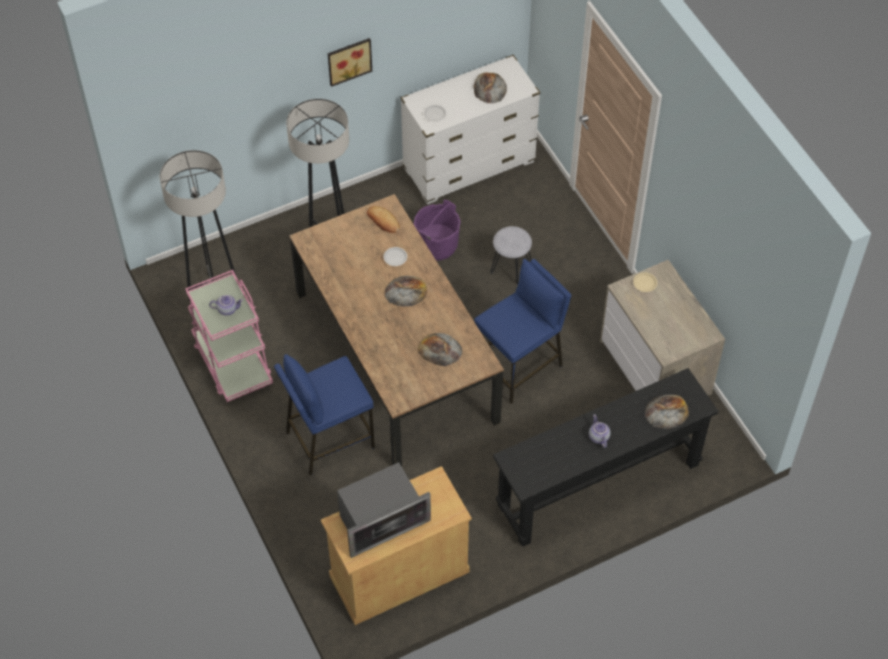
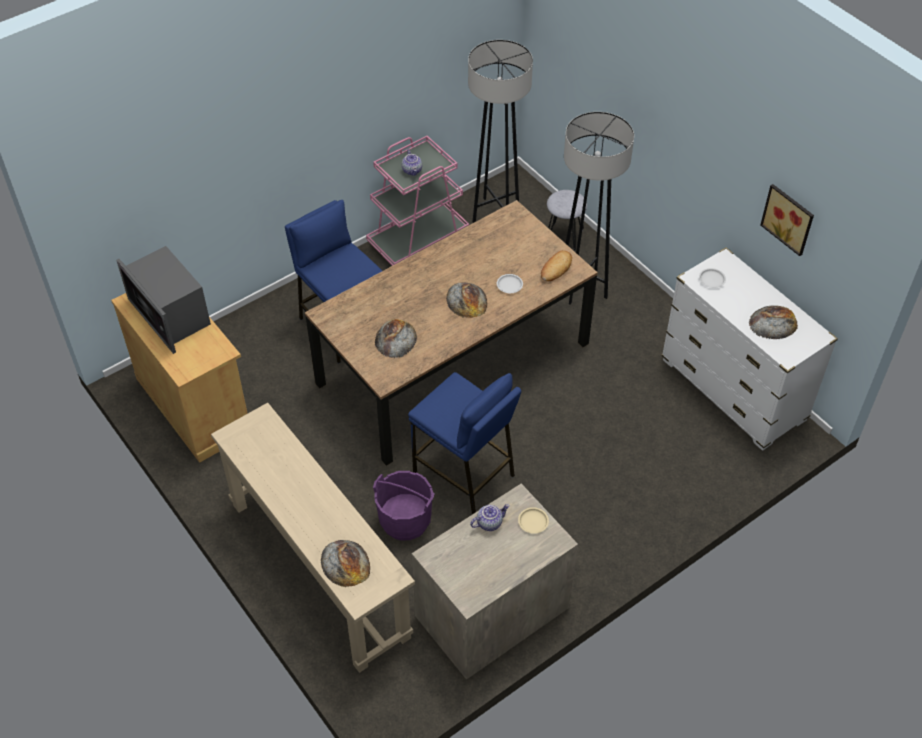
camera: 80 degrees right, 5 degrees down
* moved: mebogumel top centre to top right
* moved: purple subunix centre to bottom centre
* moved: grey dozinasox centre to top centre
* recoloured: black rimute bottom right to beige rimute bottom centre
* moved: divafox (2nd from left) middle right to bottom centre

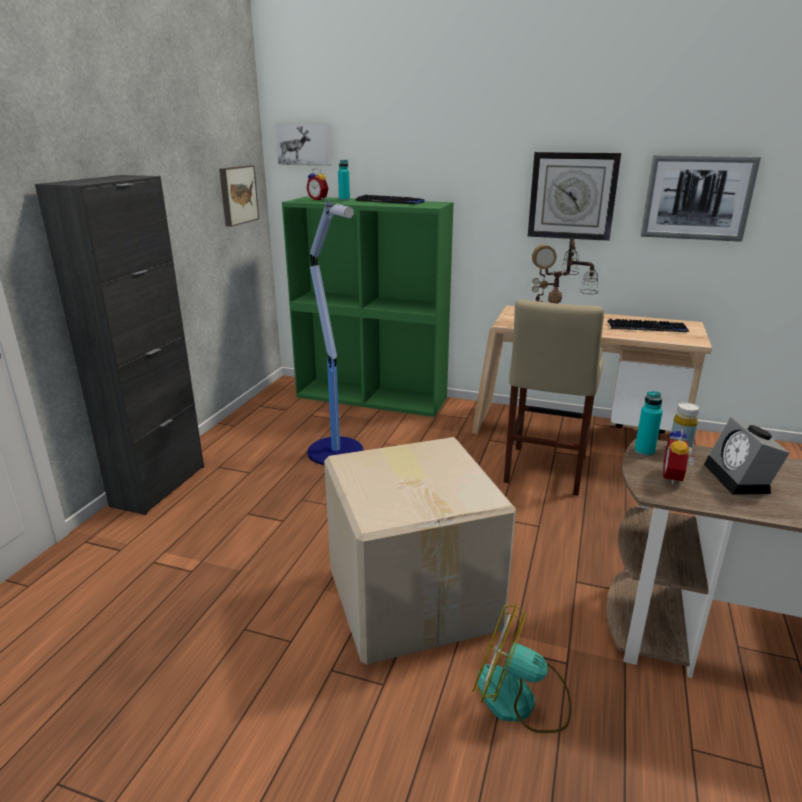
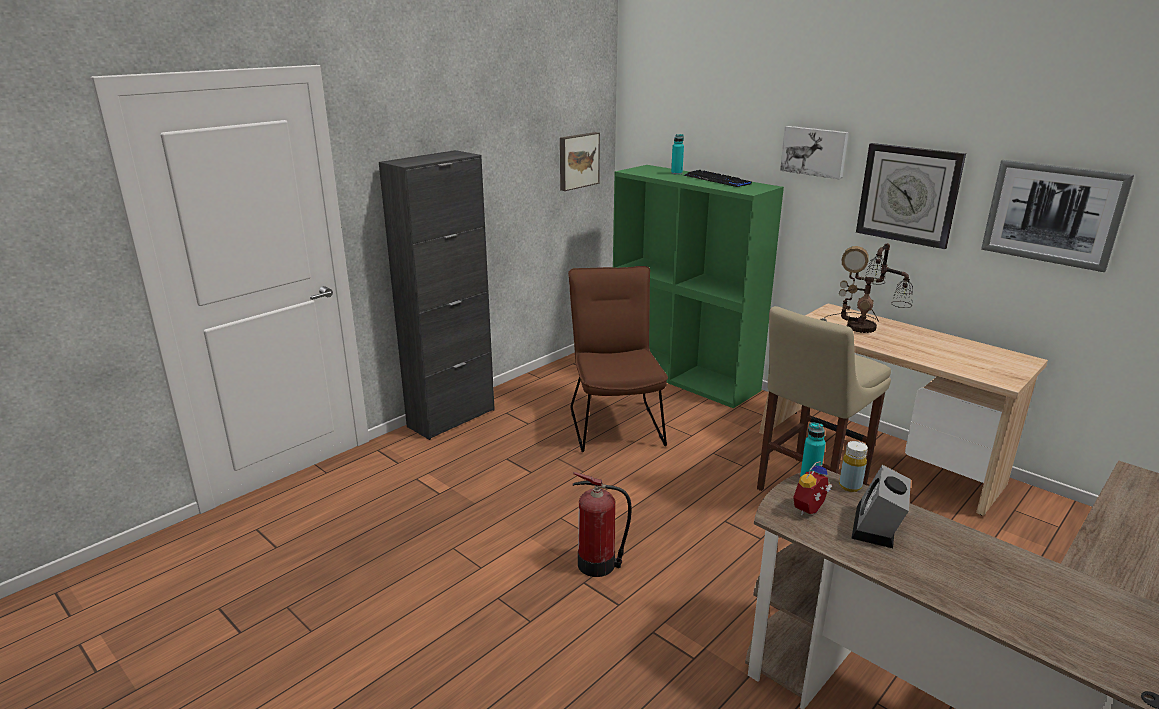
camera: 25 degrees right, 0 degrees up
* moved: mebogumel (2nd from left) top centre to top right
* removed: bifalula (1st from left) top centre
* replaced: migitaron centre to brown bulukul centre
* removed: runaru (2nd from left) middle right
* replaced: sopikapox bottom centre to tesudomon bottom centre
* removed: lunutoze bottom centre

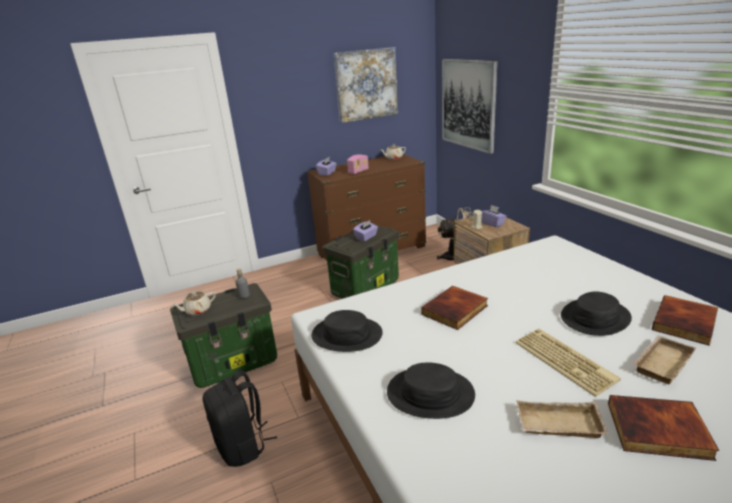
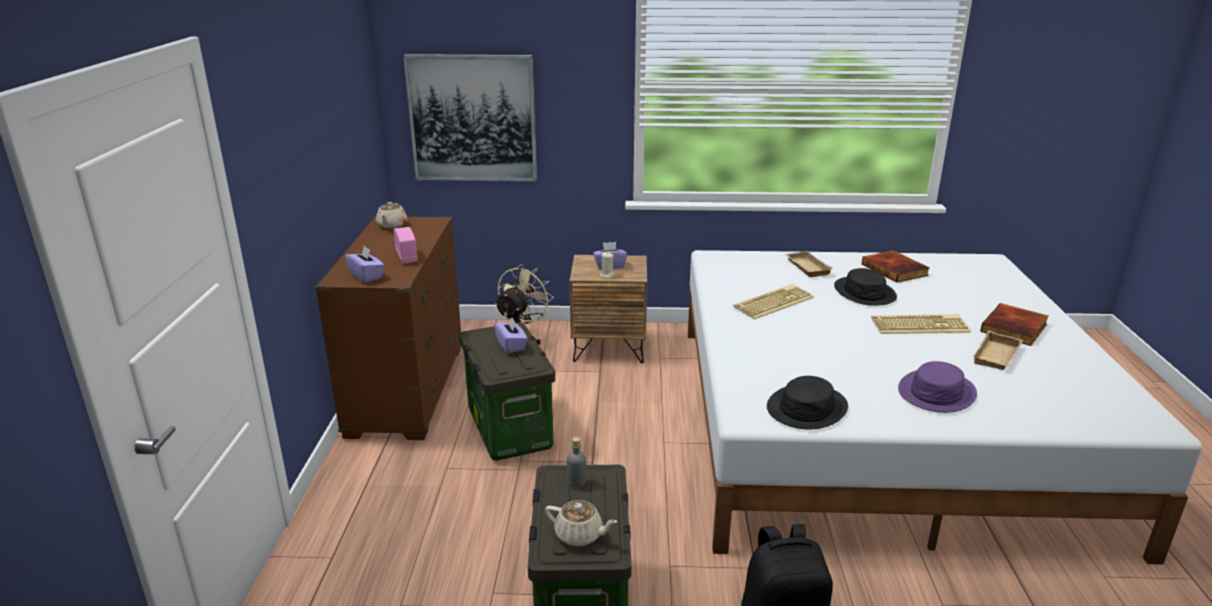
camera: 65 degrees left, 0 degrees up
* removed: mebogumel (1st from left) top centre
* removed: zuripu (1st from left) centre
* turned: beige divafox (1st from left in the first image) middle left = bottom centre 60 degrees counterclockwise
* moved: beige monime (2nd from left in the first image) bottom right to beige monime (1st from left) middle right
* recoloured: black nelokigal (2nd from left) bottom centre to purple nelokigal middle right
* added: runaru (1st from left) centre

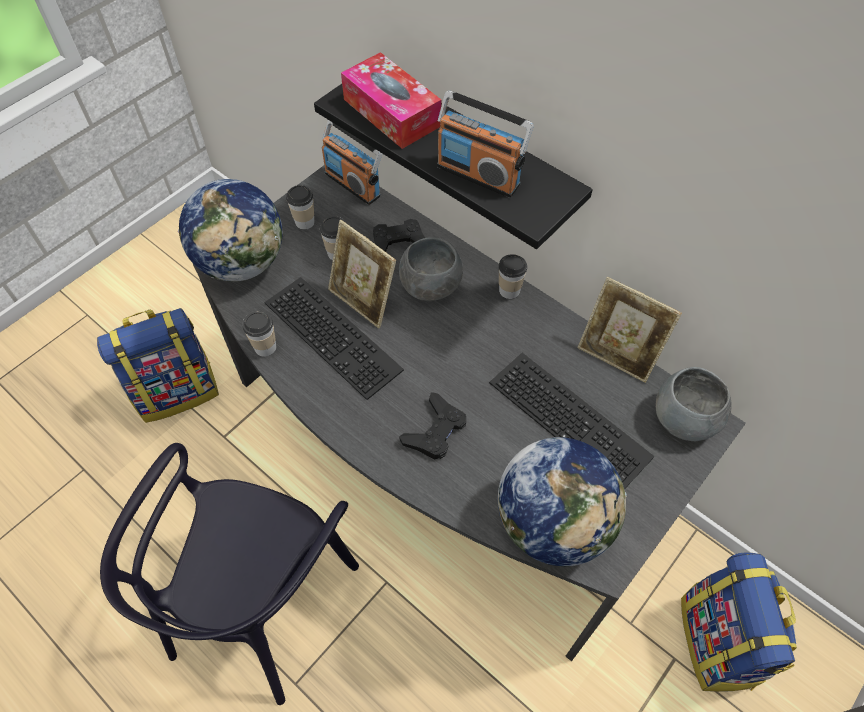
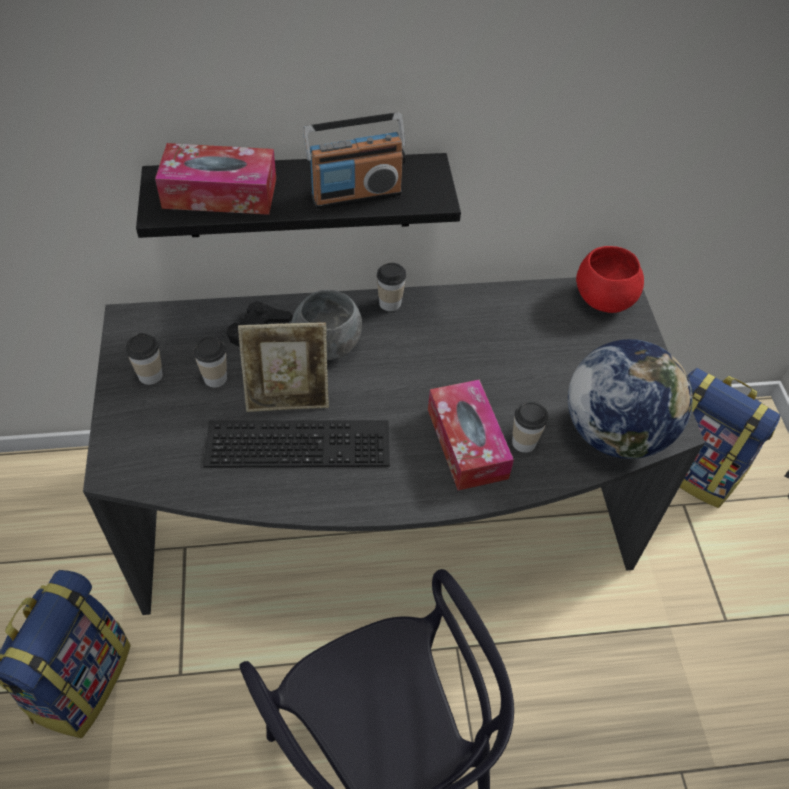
camera: 50 degrees left, 5 degrees down
* removed: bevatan (1st from left) top centre
* removed: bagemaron (1st from left) top left
* removed: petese (2nd from left) middle right
* moved: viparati (1st from left in the first image) middle left to viparati (4th from left) middle right
* removed: runaru (2nd from left) centre
* recoloured: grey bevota (2nd from left) middle right to red bevota middle right
* replaced: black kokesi (2nd from left) centre to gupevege (2nd from left) centre

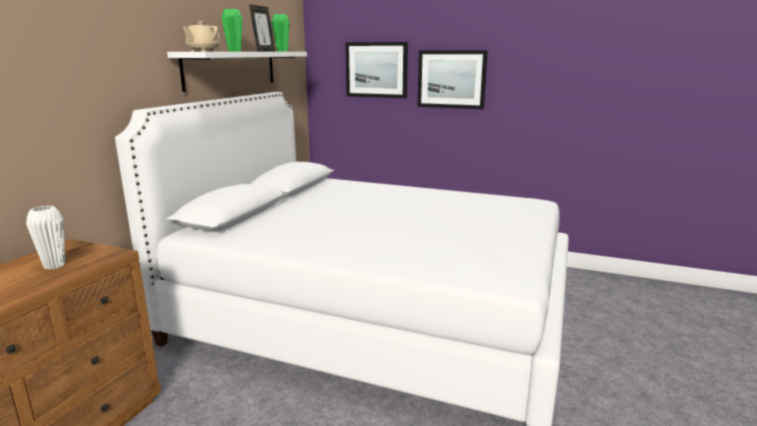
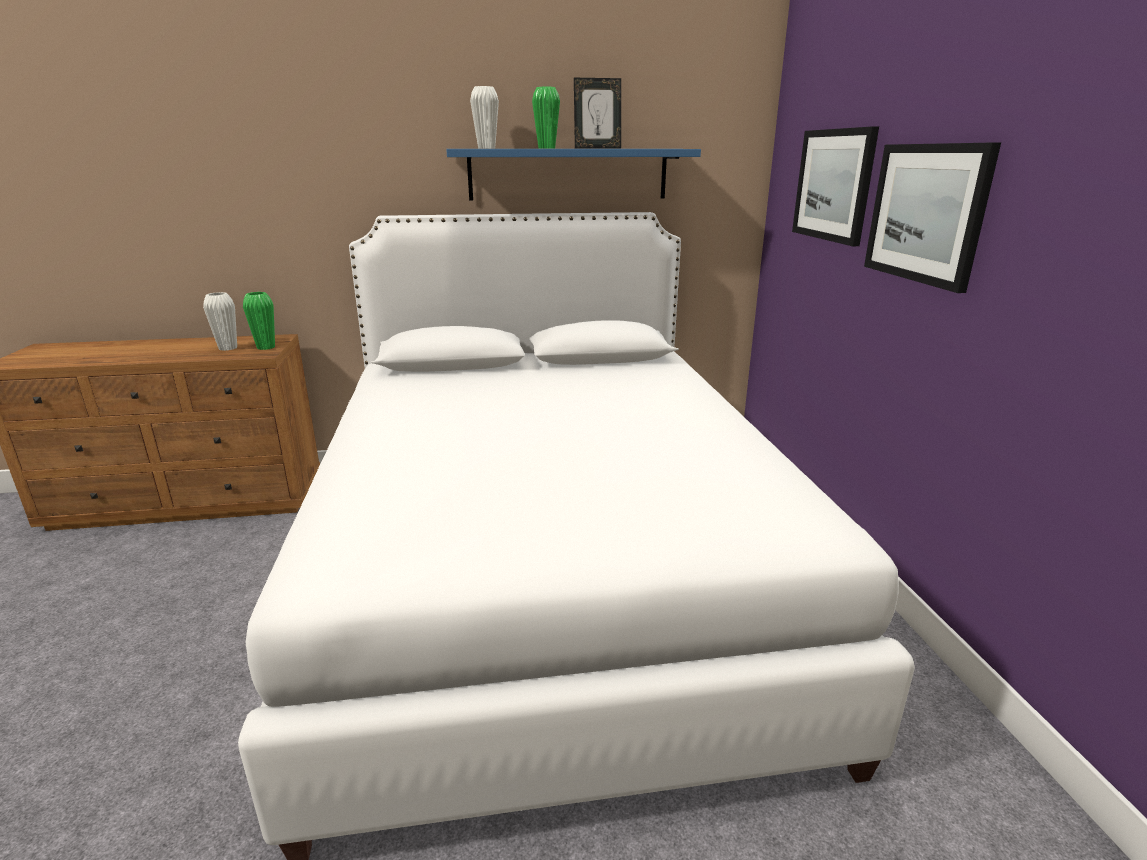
camera: 60 degrees right, 5 degrees up
* moved: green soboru (2nd from left in the first image) top centre to green soboru (1st from left) middle left
* replaced: beige divafox top left to white soboru (2nd from left) top centre
* recoloured: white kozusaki top left to blue kozusaki top centre

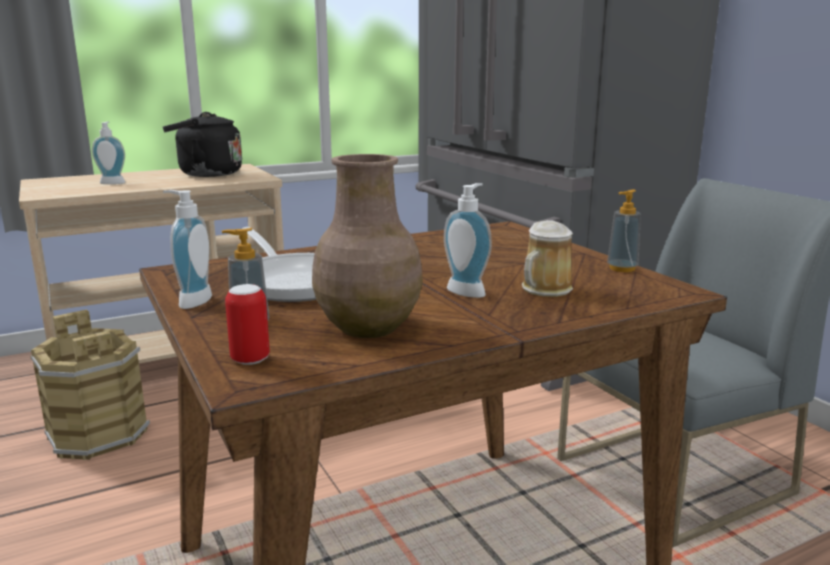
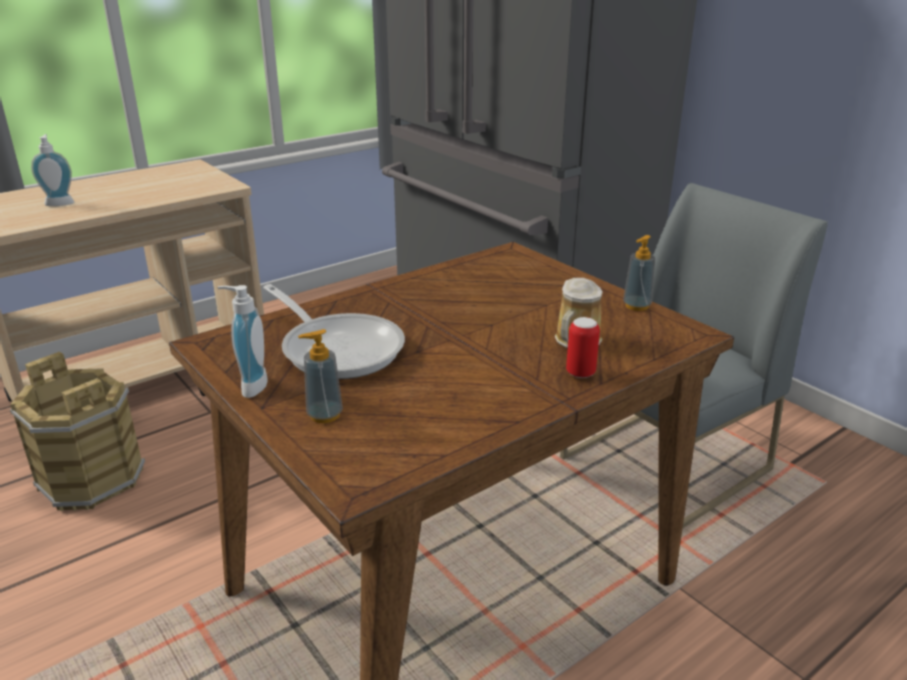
camera: 10 degrees left, 10 degrees up
* removed: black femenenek top left
* removed: brown soboru centre
* removed: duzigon (4th from left) centre
* moved: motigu middle left to centre

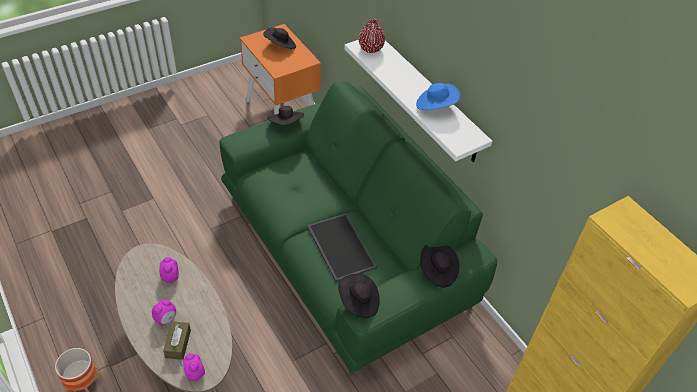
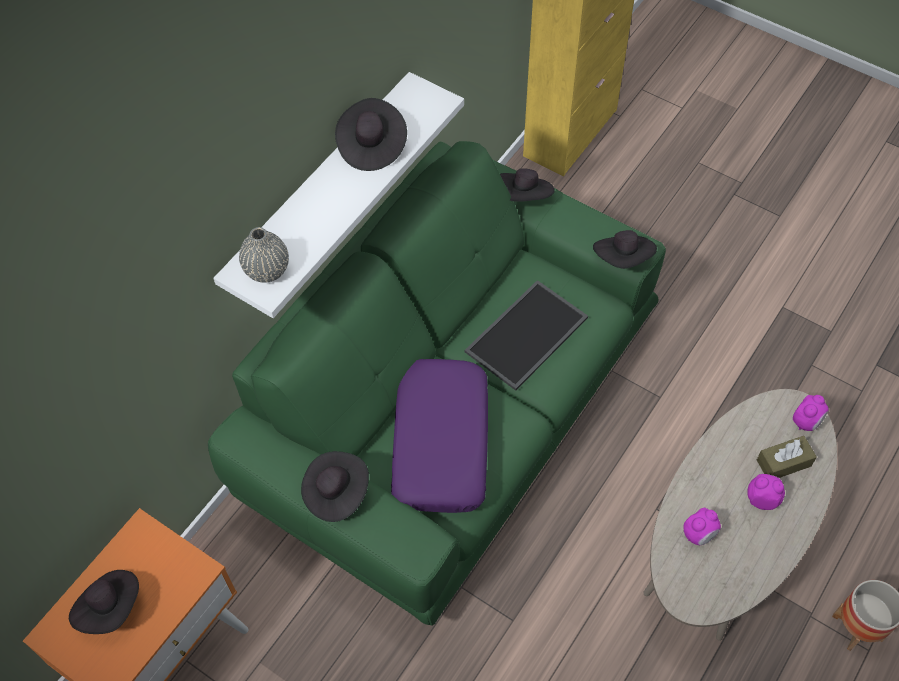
camera: 110 degrees left, 10 degrees up
* recoloured: red soboru top centre to grey soboru middle left
* recoloured: blue nelokigal top centre to black nelokigal (3rd from left) top centre
* added: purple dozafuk centre

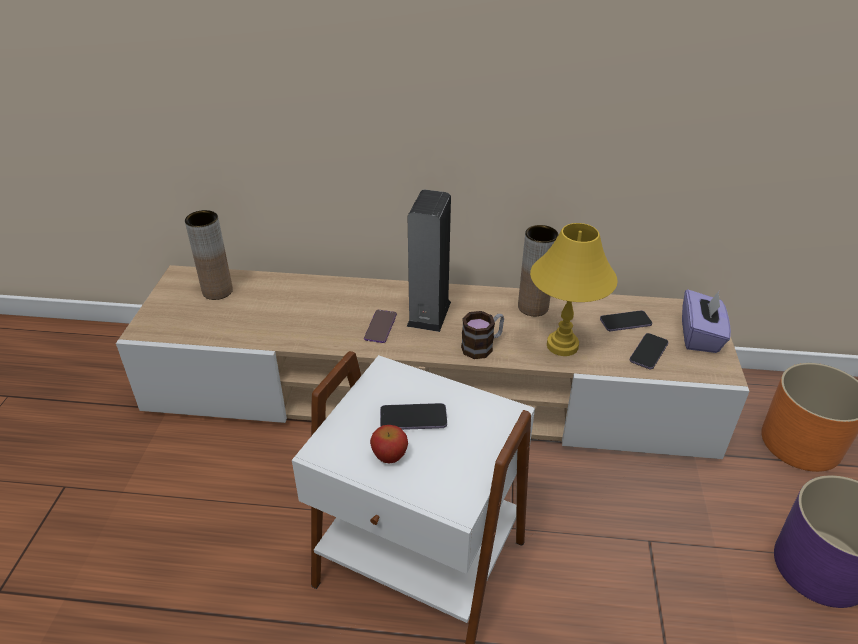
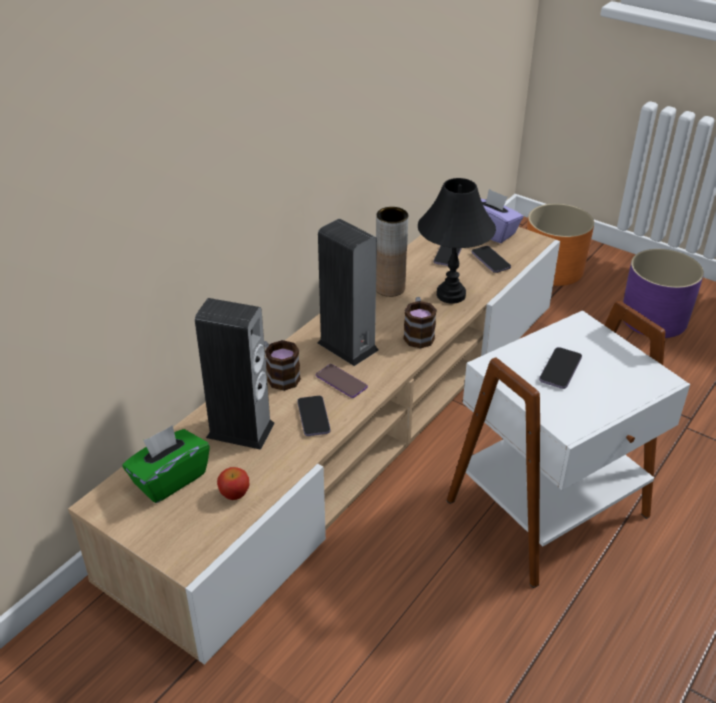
camera: 60 degrees left, 0 degrees up
* replaced: brown soboru (1st from left) middle left to green gupevege middle left
* recoloured: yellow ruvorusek middle right to black ruvorusek centre
* moved: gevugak bottom centre to bottom left
* added: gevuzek (1st from left) middle left
* added: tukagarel (1st from left) centre
* added: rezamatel (1st from left) centre

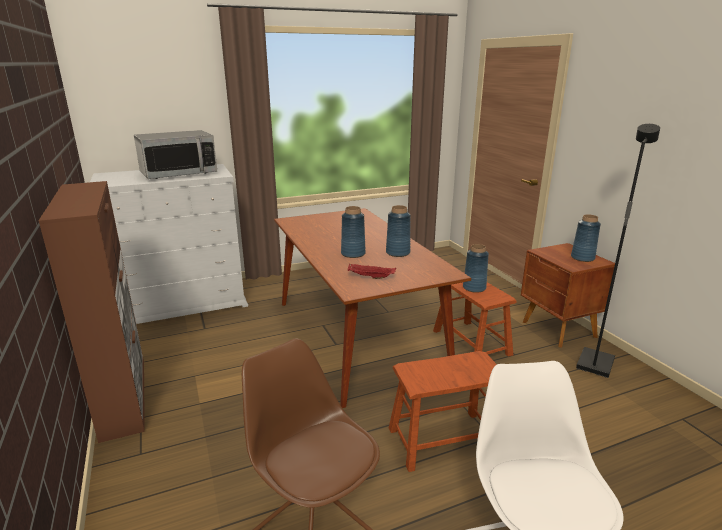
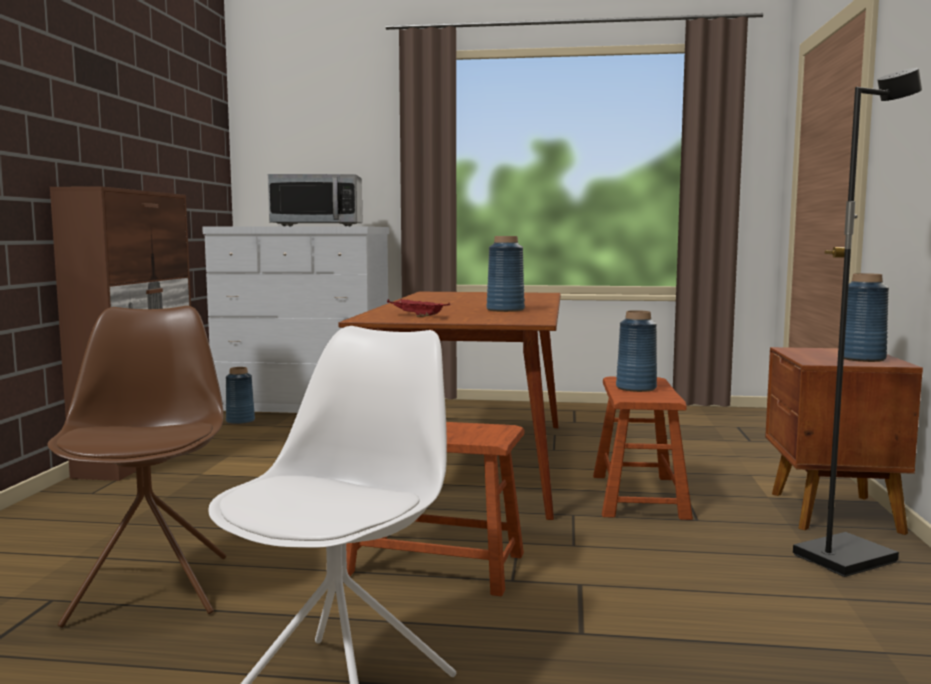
camera: 30 degrees right, 15 degrees down
* moved: blue soboru (1st from left) centre to middle left

